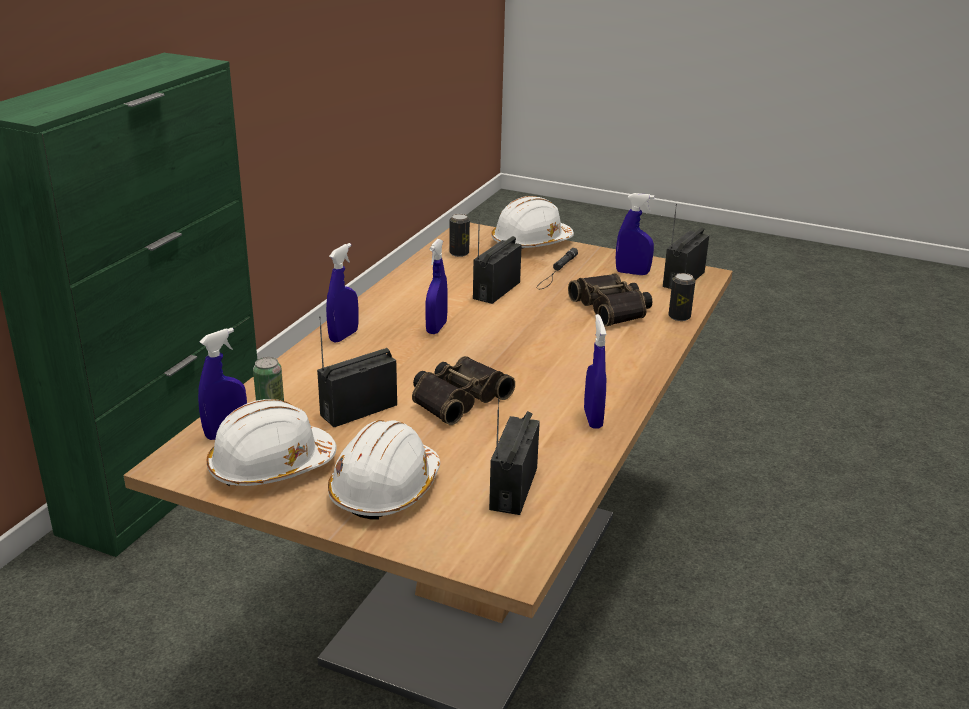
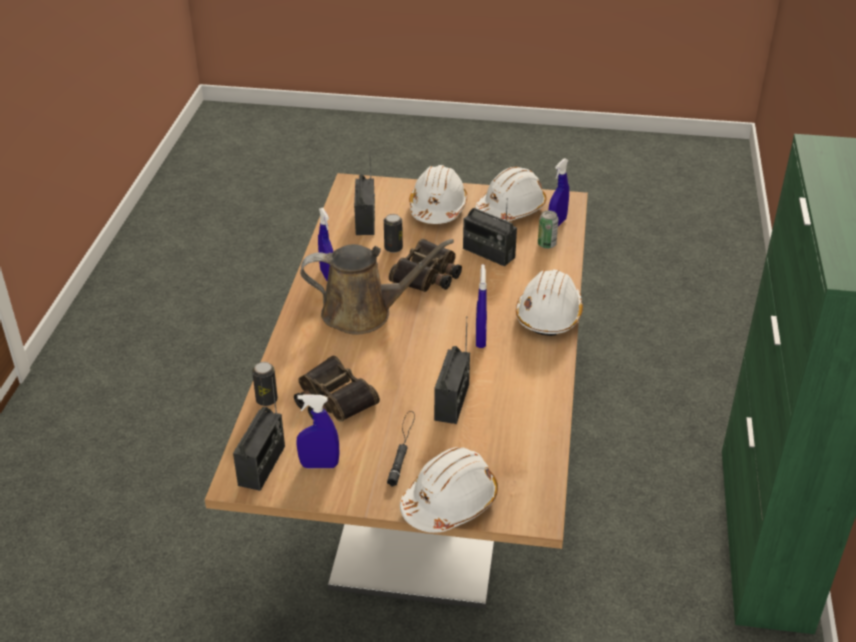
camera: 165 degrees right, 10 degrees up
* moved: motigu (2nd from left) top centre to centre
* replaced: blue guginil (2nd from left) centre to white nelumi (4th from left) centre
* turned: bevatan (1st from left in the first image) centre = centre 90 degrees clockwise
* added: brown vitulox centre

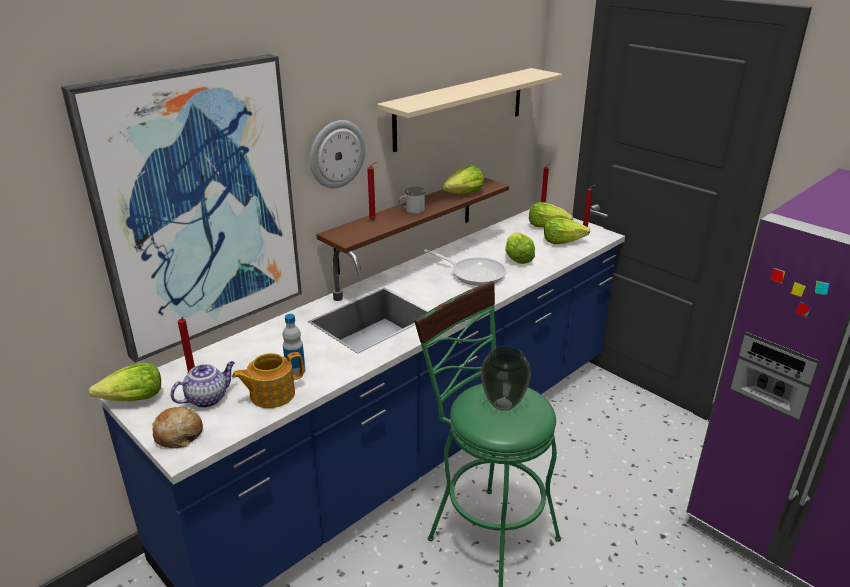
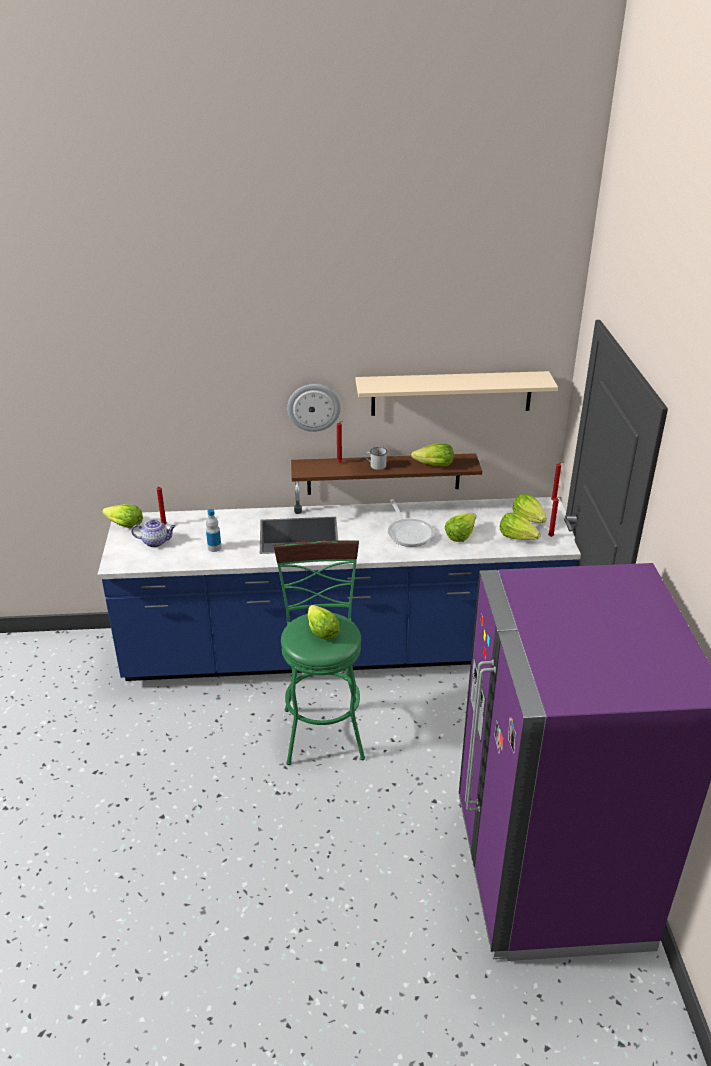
camera: 40 degrees right, 5 degrees up
* removed: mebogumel middle left
* replaced: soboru centre to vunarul (2nd from left) centre
* removed: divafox (2nd from left) middle left
* removed: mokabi bottom left

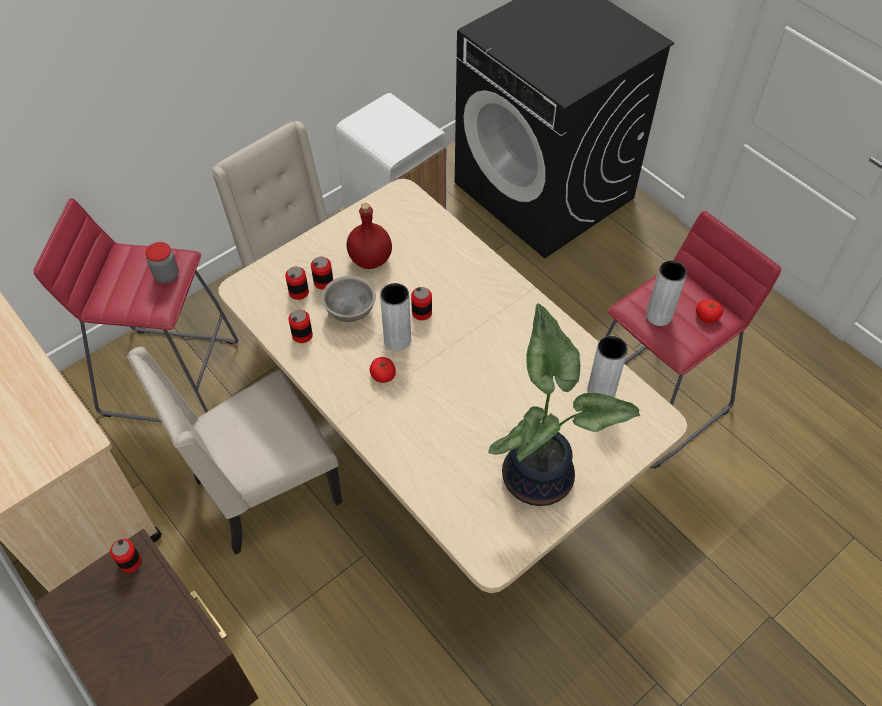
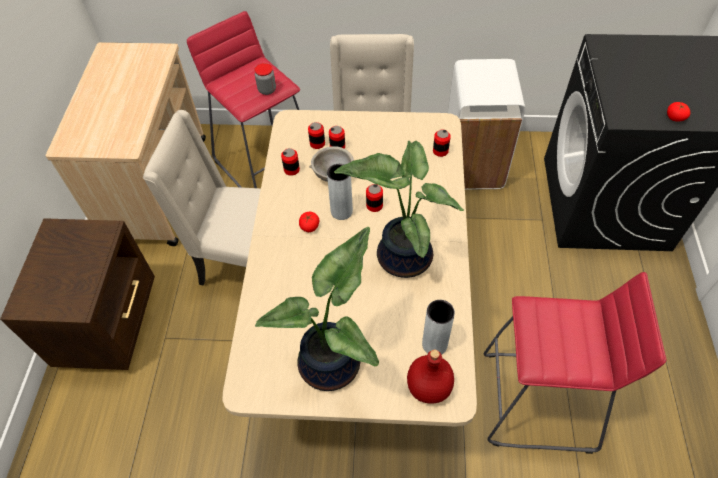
camera: 45 degrees right, 0 degrees up
* moved: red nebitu centre to bottom centre
* removed: grey soboru (3rd from left) middle right
* moved: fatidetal (2nd from left) middle right to top right
* moved: motigu (1st from left in the first image) bottom left to motigu (5th from left) top centre
* added: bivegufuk (2nd from left) centre

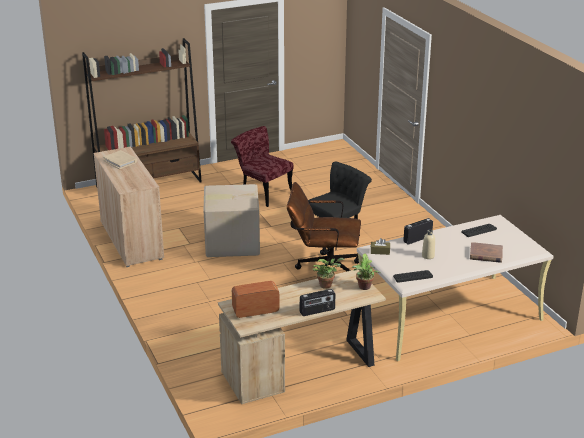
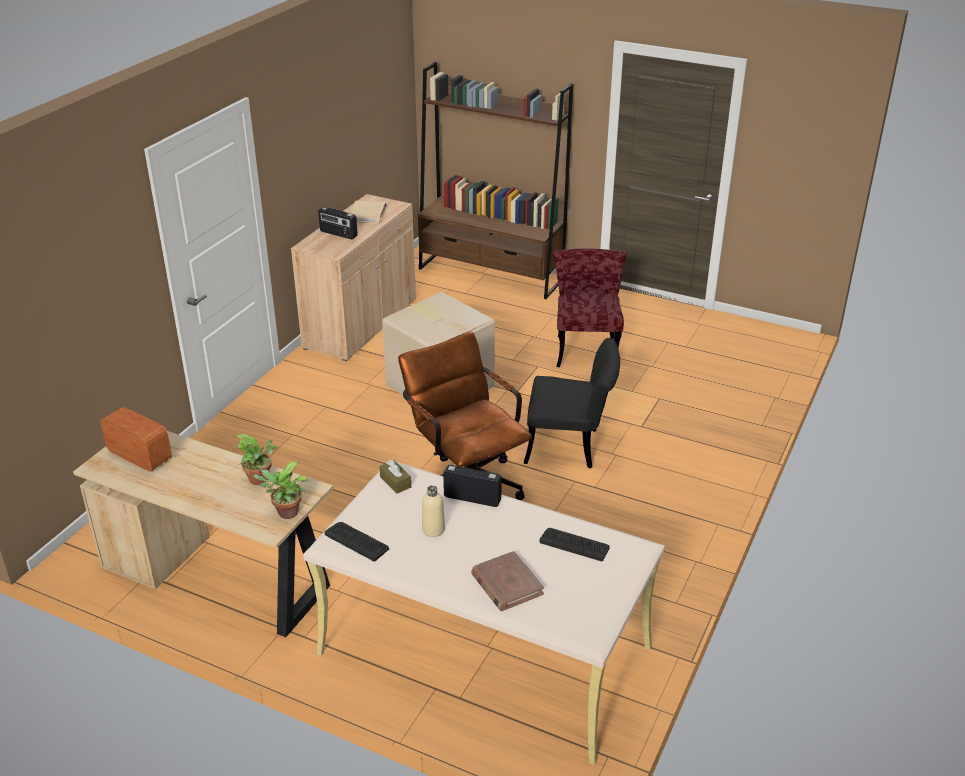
camera: 50 degrees right, 5 degrees up
* moved: bevatan (2nd from left) bottom centre to top centre

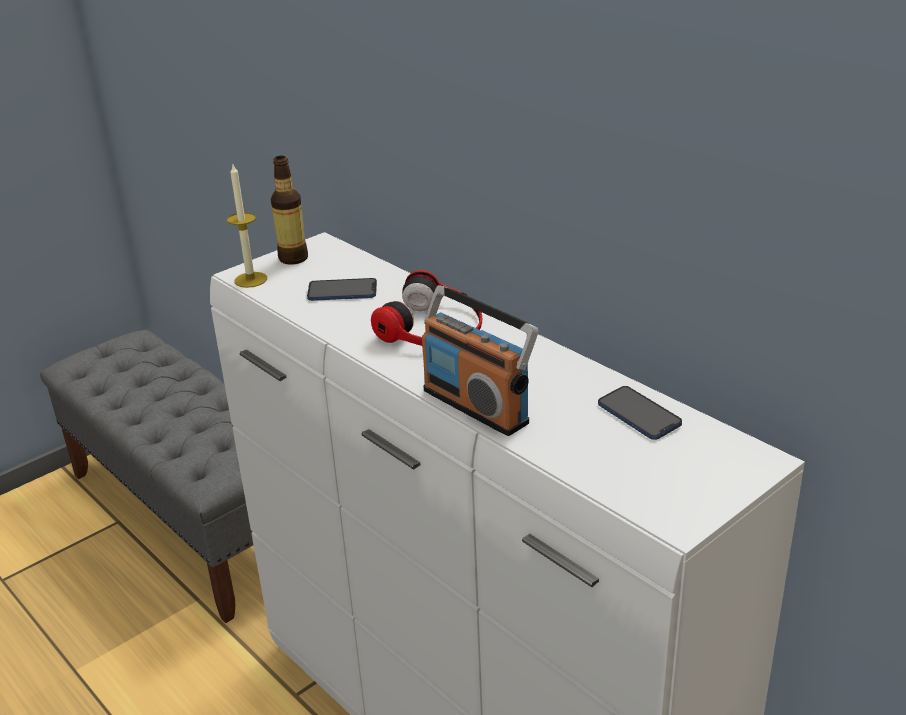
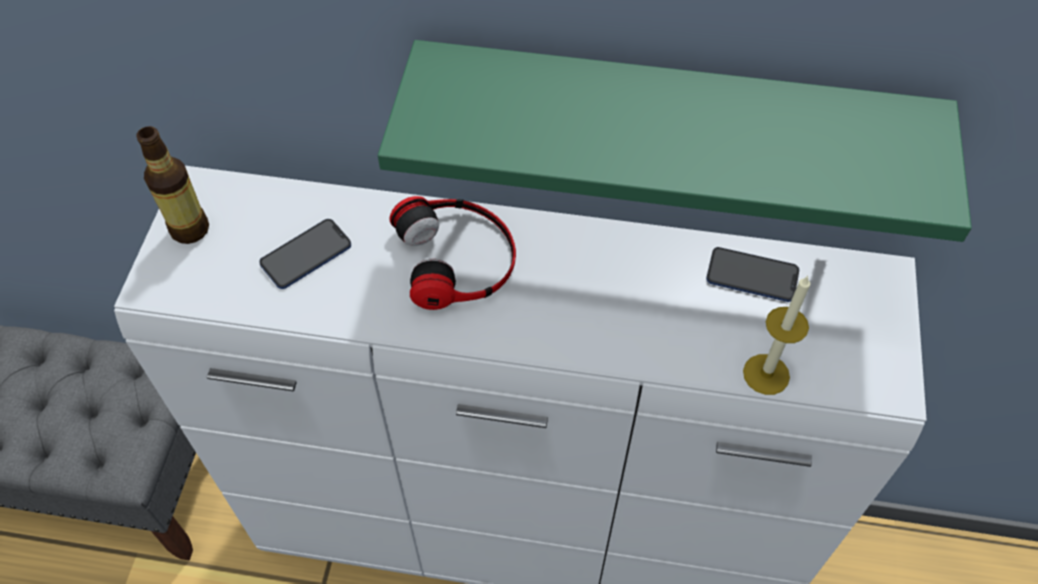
camera: 40 degrees left, 25 degrees up
* moved: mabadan top left to middle right
* removed: bevatan centre
* added: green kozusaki top centre

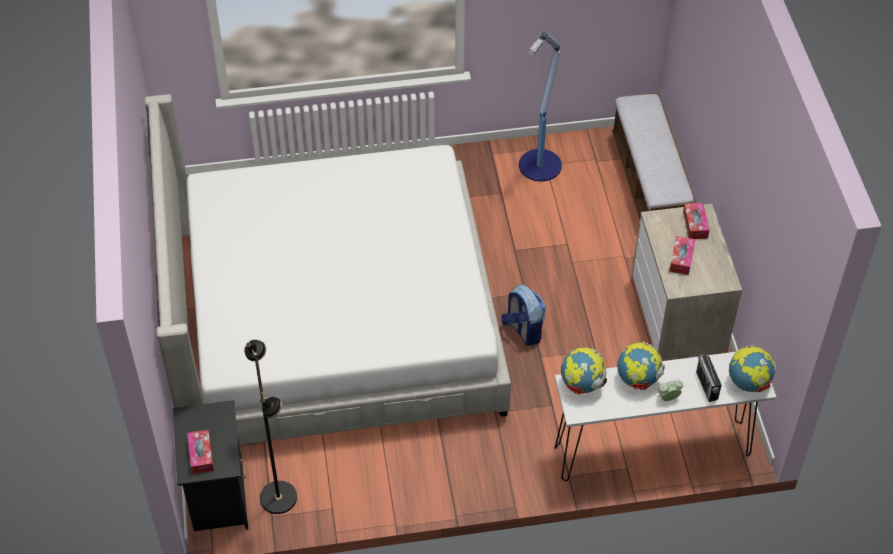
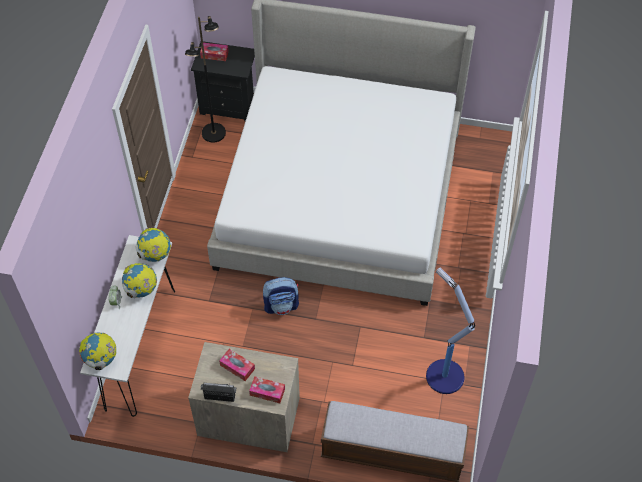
camera: 110 degrees right, 5 degrees up
* moved: bevatan bottom right to bottom centre

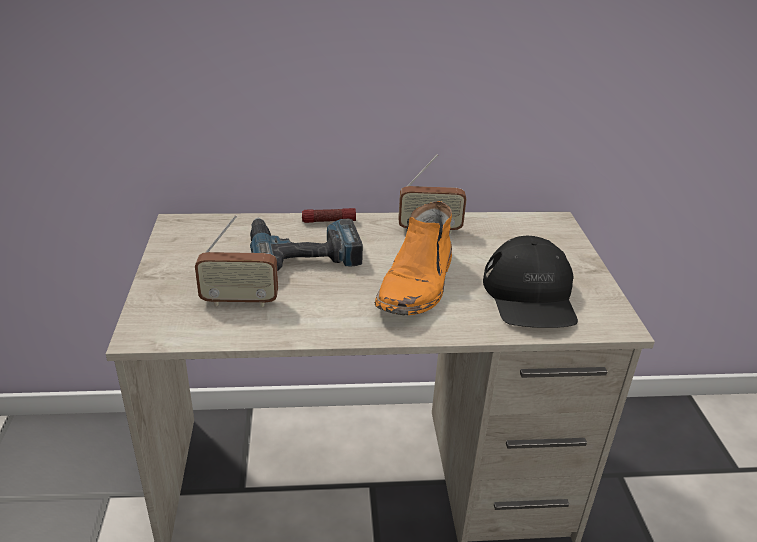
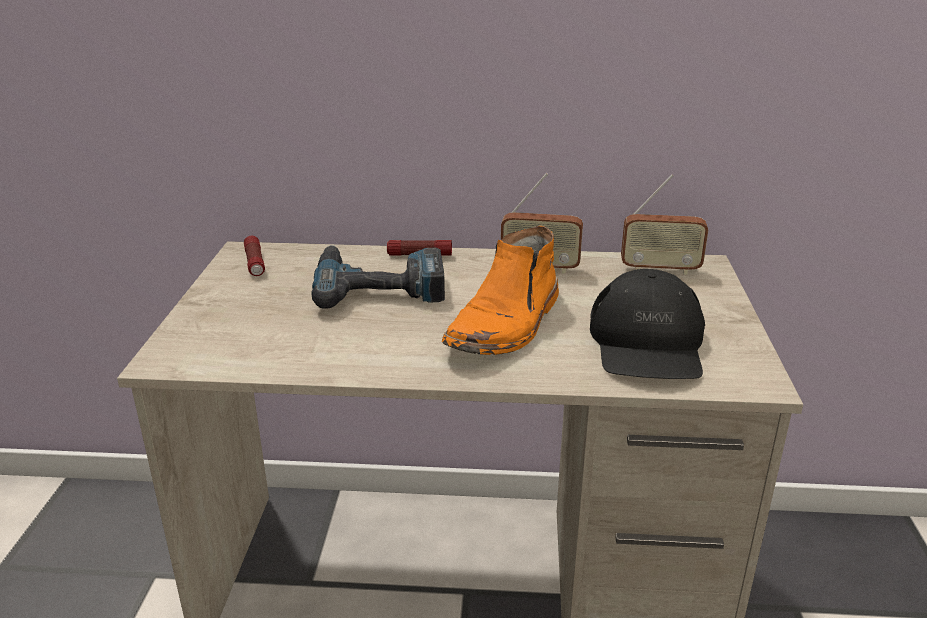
camera: 10 degrees right, 5 degrees down
* moved: bevatan (1st from left in the first image) middle left to bevatan (2nd from left) middle right
* added: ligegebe (1st from left) middle left

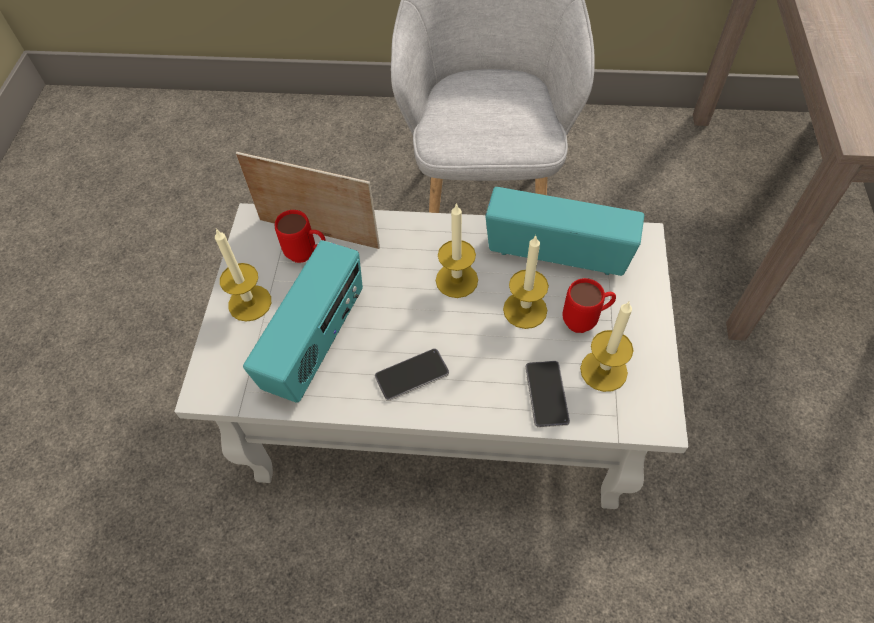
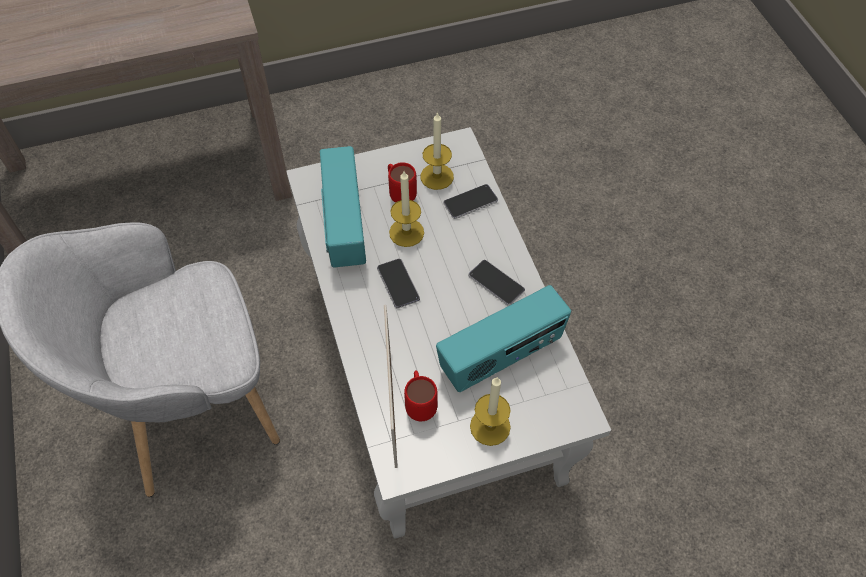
camera: 115 degrees left, 0 degrees up
* replaced: mabadan (2nd from left) centre to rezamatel (1st from left) centre
* turned: bevatan (1st from left in the first image) centre = centre 150 degrees clockwise

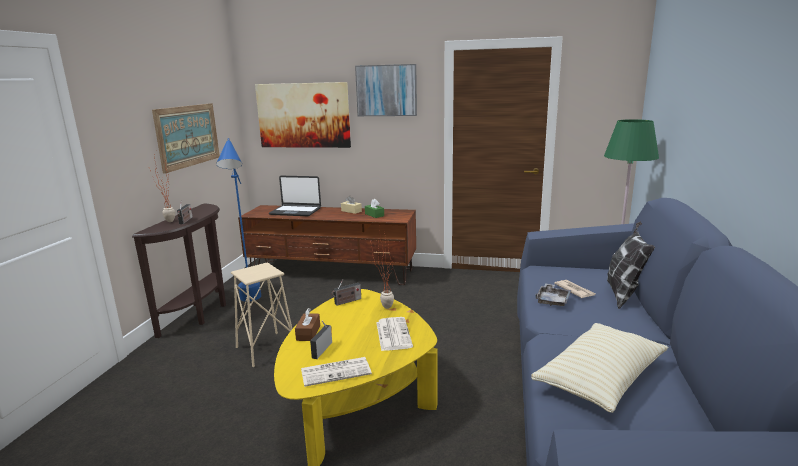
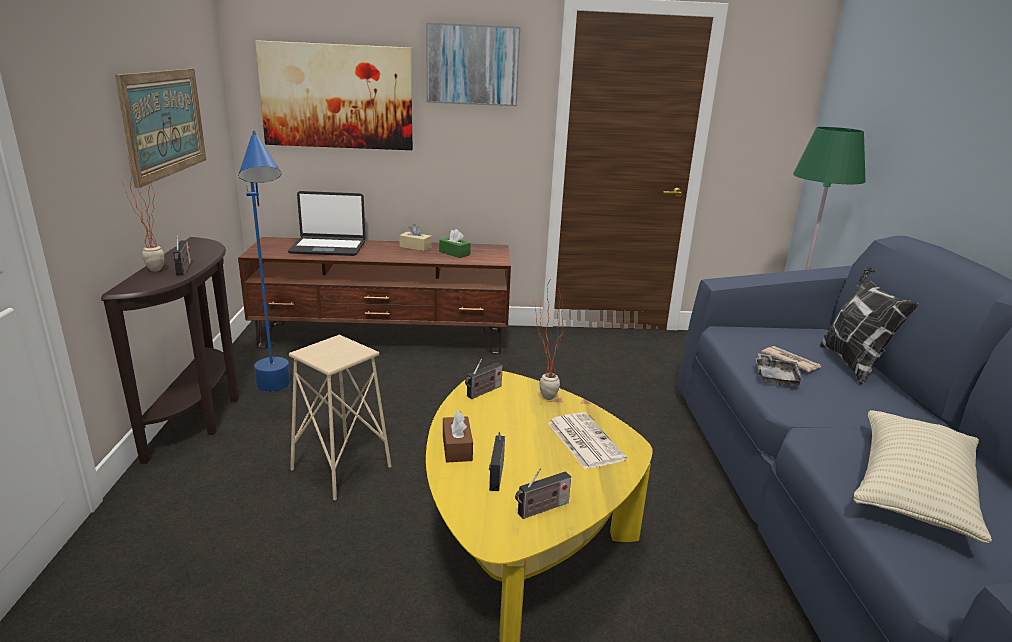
camera: 15 degrees left, 5 degrees up
* replaced: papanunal (1st from left) bottom centre to bevatan (4th from left) bottom centre

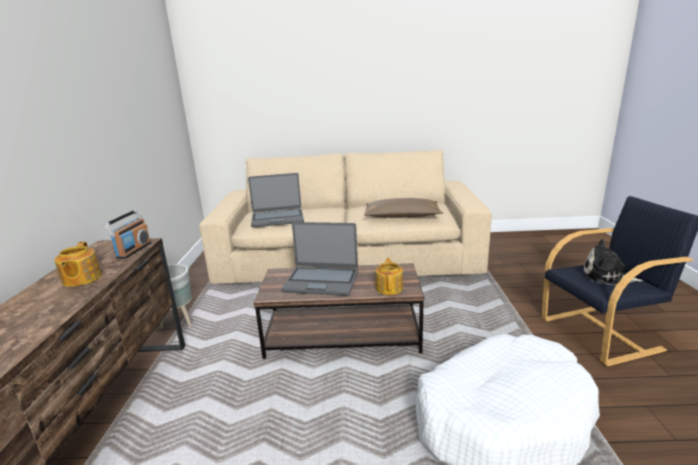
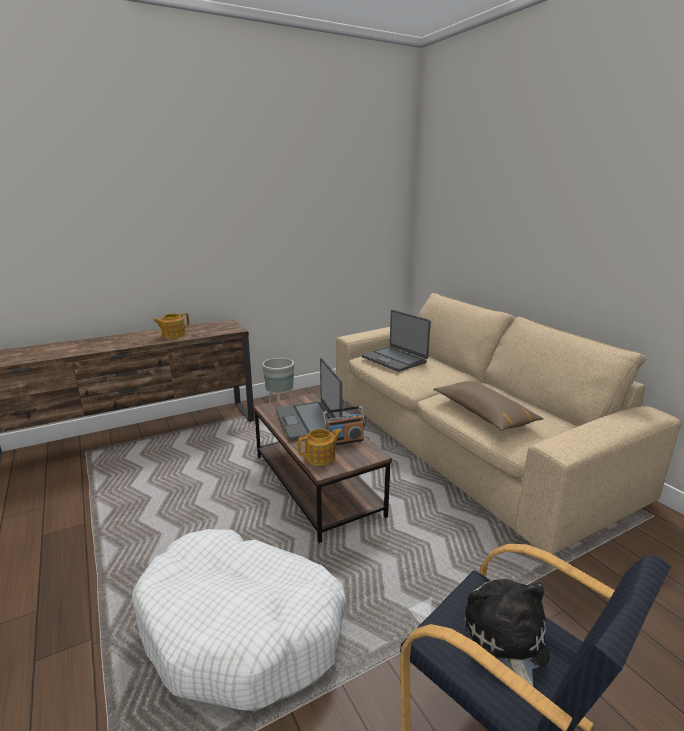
camera: 60 degrees right, 0 degrees up
* moved: bevatan middle left to centre

